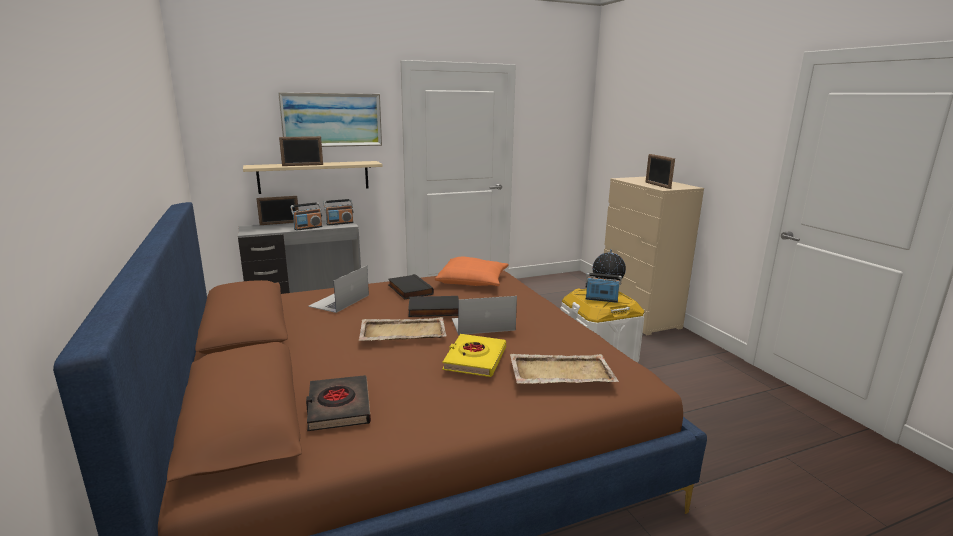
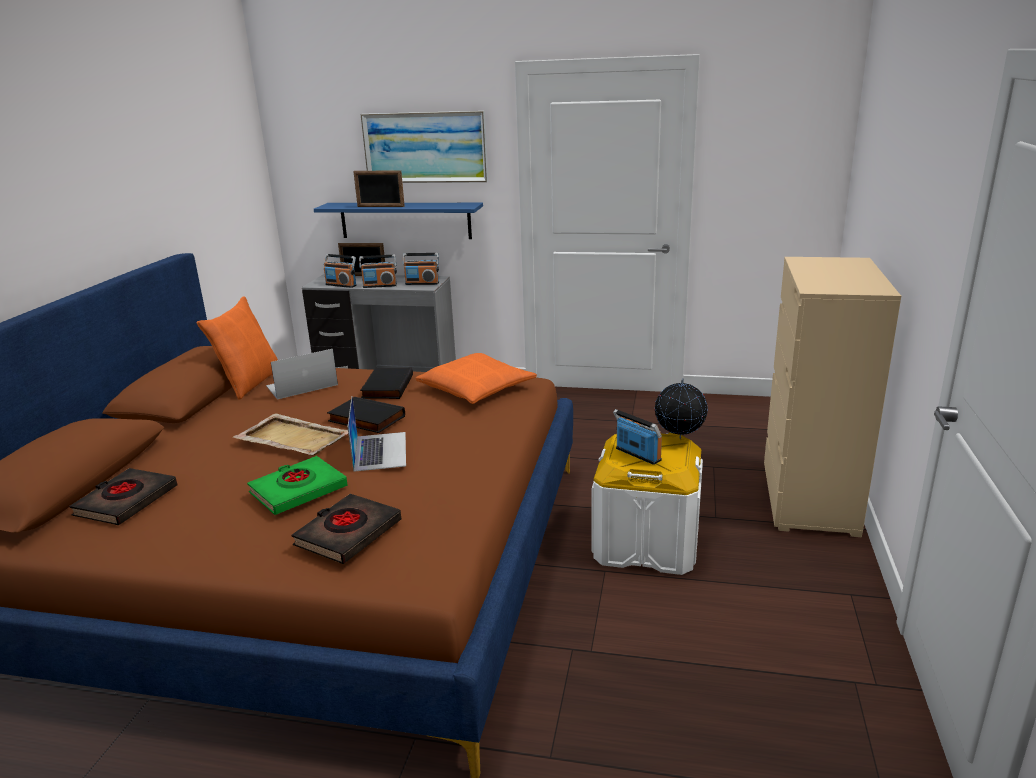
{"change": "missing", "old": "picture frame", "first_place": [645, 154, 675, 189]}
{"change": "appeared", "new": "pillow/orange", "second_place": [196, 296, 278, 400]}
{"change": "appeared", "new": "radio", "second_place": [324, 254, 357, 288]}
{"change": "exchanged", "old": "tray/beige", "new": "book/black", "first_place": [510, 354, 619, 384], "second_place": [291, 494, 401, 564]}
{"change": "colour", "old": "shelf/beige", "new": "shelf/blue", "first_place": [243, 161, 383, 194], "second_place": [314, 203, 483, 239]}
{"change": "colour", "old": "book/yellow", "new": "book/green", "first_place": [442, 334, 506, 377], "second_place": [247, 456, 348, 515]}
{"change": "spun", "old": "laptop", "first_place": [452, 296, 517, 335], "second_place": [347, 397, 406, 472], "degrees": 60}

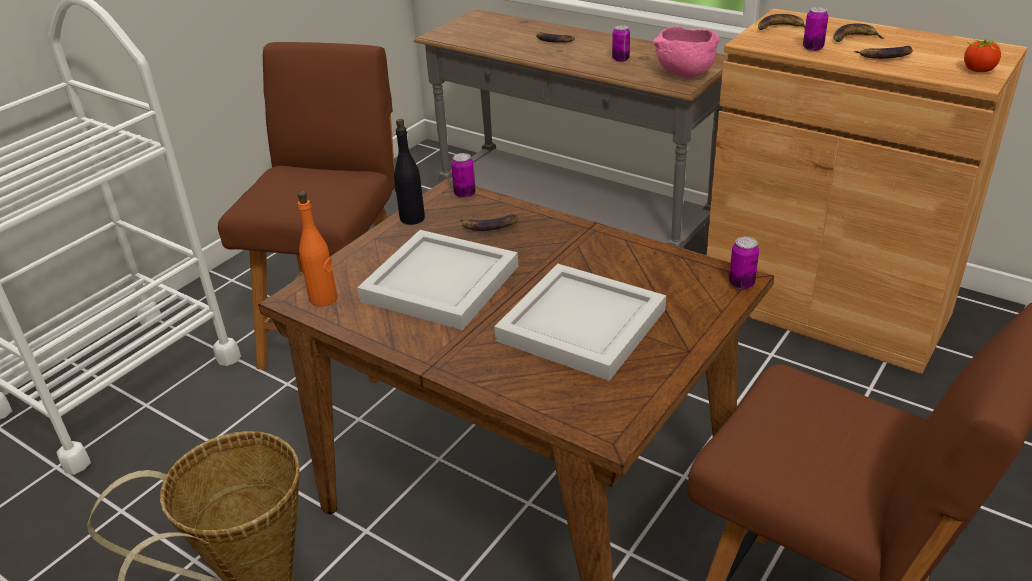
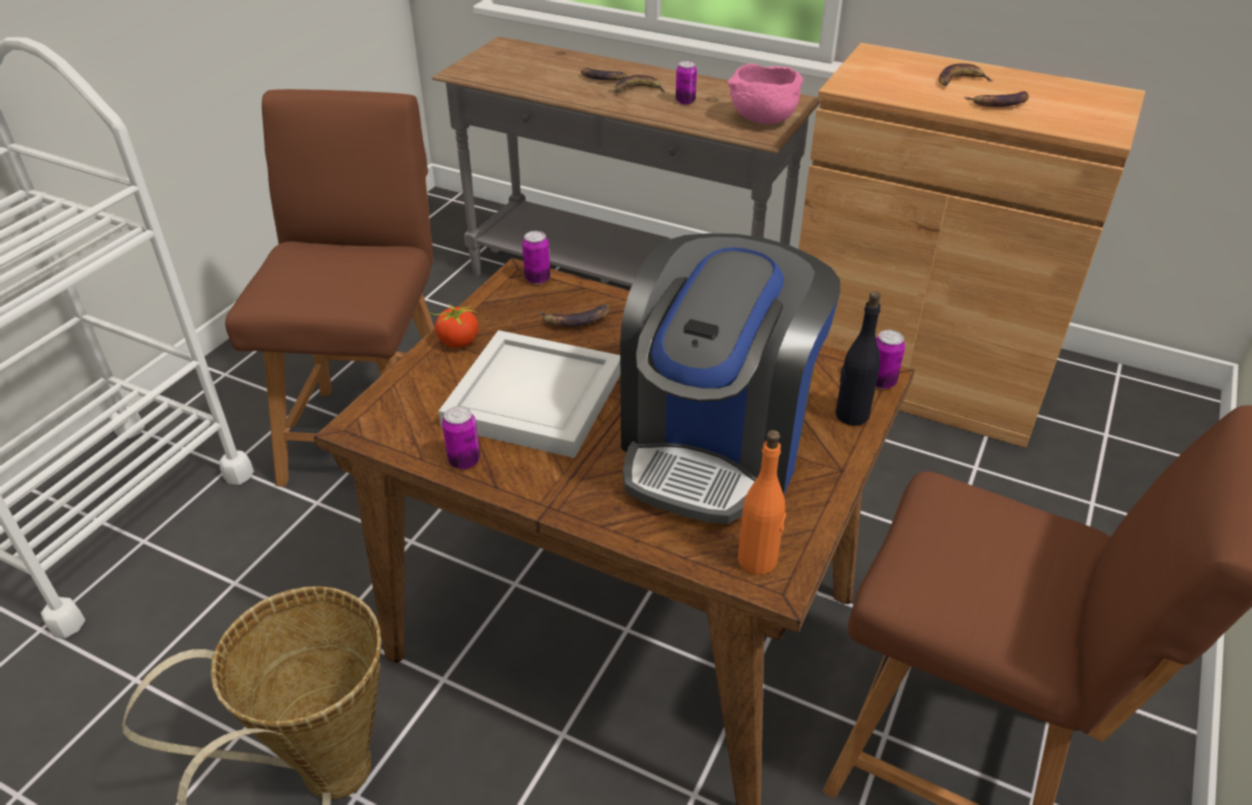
{"change": "relocated", "old": "bottle/orange", "first_place": [297, 191, 338, 307], "second_place": [738, 430, 786, 575]}
{"change": "relocated", "old": "bottle/black", "first_place": [394, 119, 425, 225], "second_place": [835, 291, 881, 426]}
{"change": "relocated", "old": "banana", "first_place": [758, 14, 805, 30], "second_place": [615, 75, 666, 93]}
{"change": "relocated", "old": "can", "first_place": [803, 7, 829, 51], "second_place": [442, 406, 480, 469]}
{"change": "relocated", "old": "tomato", "first_place": [964, 39, 1001, 72], "second_place": [430, 304, 478, 348]}
{"change": "exchanged", "old": "tray/white", "new": "coffee machine", "first_place": [494, 264, 666, 381], "second_place": [620, 233, 840, 524]}

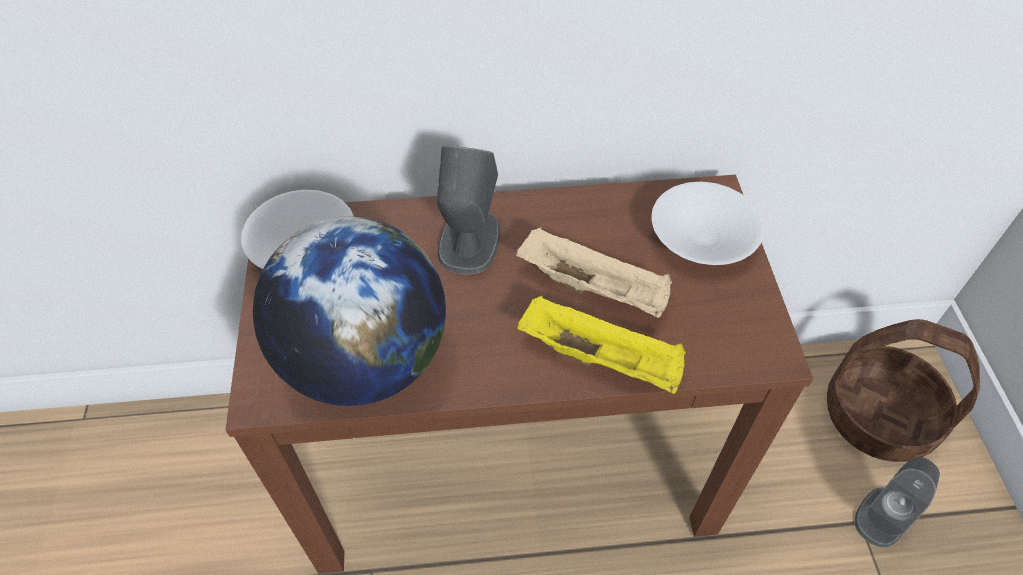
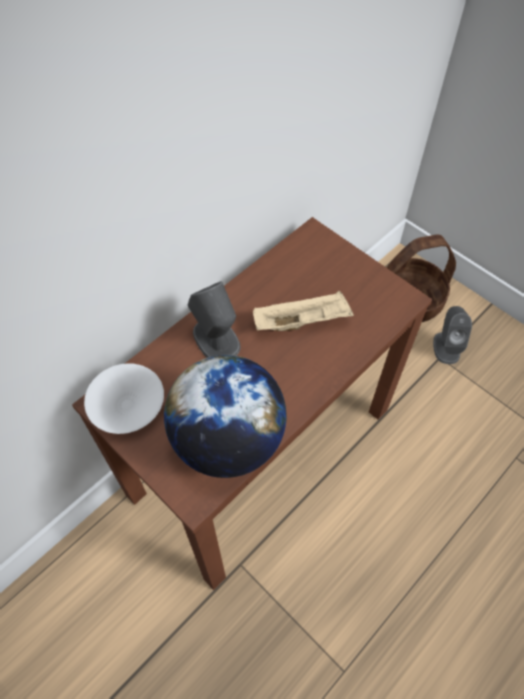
{"change": "missing", "old": "tray/yellow", "first_place": [517, 296, 686, 394]}
{"change": "missing", "old": "bowl/white", "first_place": [651, 182, 764, 265]}

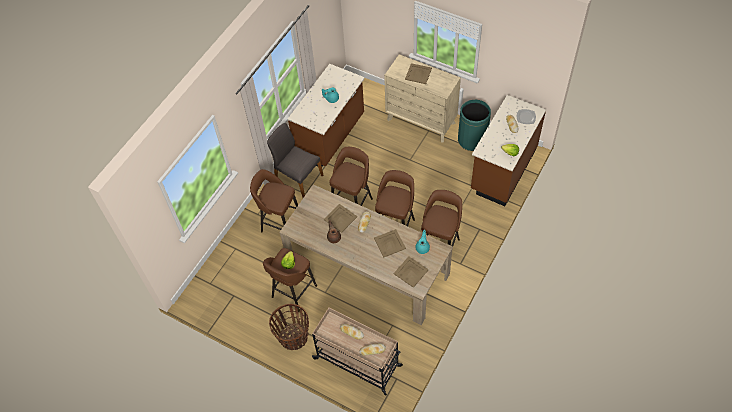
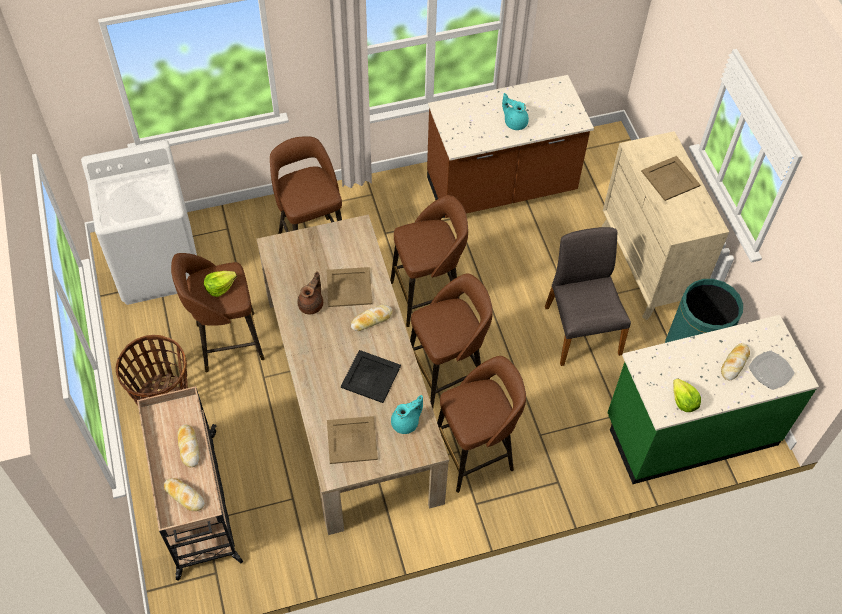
{"change": "appeared", "new": "washing machine/white", "second_place": [81, 140, 197, 305]}
{"change": "relocated", "old": "chair/grey", "first_place": [267, 123, 323, 198], "second_place": [545, 227, 631, 366]}
{"change": "colour", "old": "tray/beige", "new": "tray/black", "first_place": [374, 229, 406, 257], "second_place": [341, 350, 401, 403]}
{"change": "colour", "old": "counter/brown", "new": "counter/green", "first_place": [471, 95, 546, 206], "second_place": [607, 315, 819, 484]}

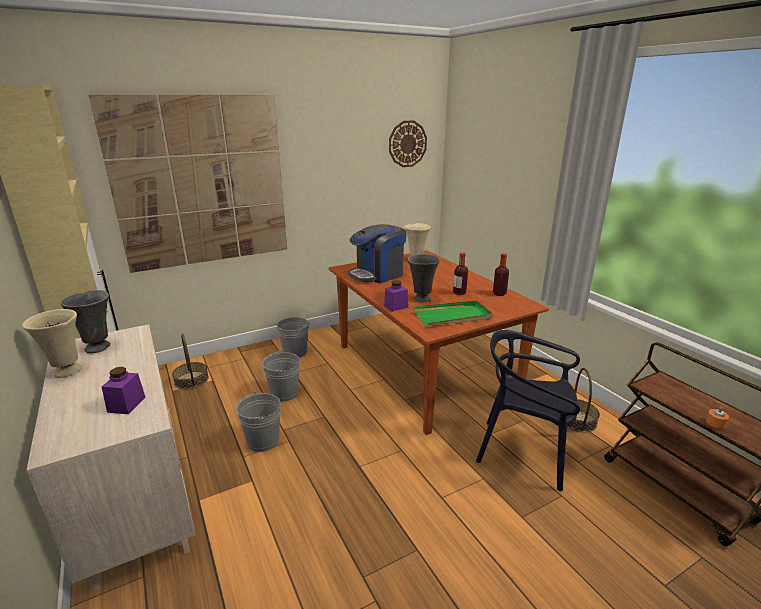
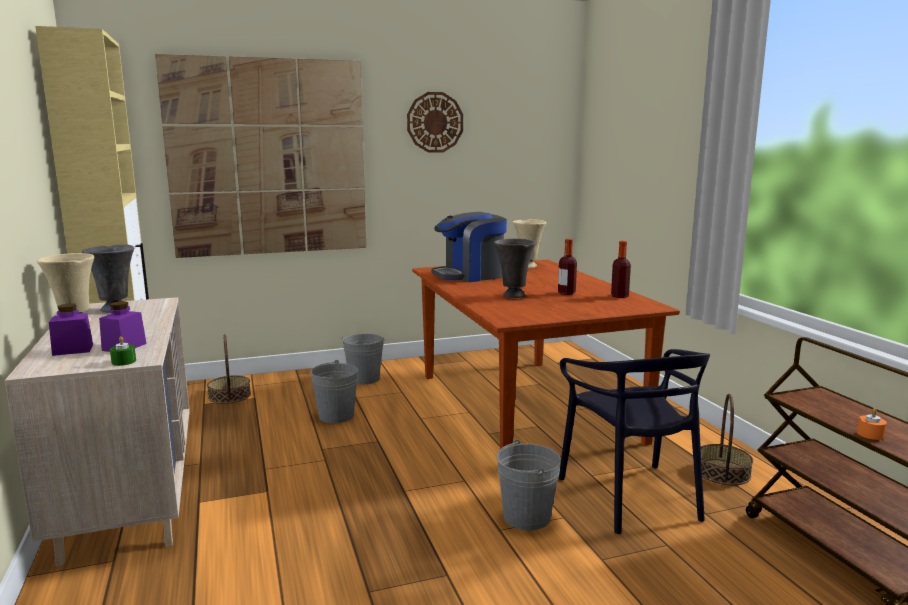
{"change": "missing", "old": "tray/green", "first_place": [414, 300, 493, 326]}
{"change": "appeared", "new": "candle/green", "second_place": [110, 336, 136, 366]}
{"change": "relocated", "old": "bucket/grey", "first_place": [236, 391, 281, 452], "second_place": [497, 439, 561, 530]}
{"change": "relocated", "old": "jar/purple", "first_place": [384, 280, 408, 312], "second_place": [49, 304, 93, 356]}
{"change": "relocated", "old": "wall clock", "first_place": [389, 120, 427, 167], "second_place": [407, 92, 463, 153]}
{"change": "spun", "old": "chair/black", "first_place": [476, 330, 580, 491], "second_place": [559, 349, 710, 534], "degrees": -135}

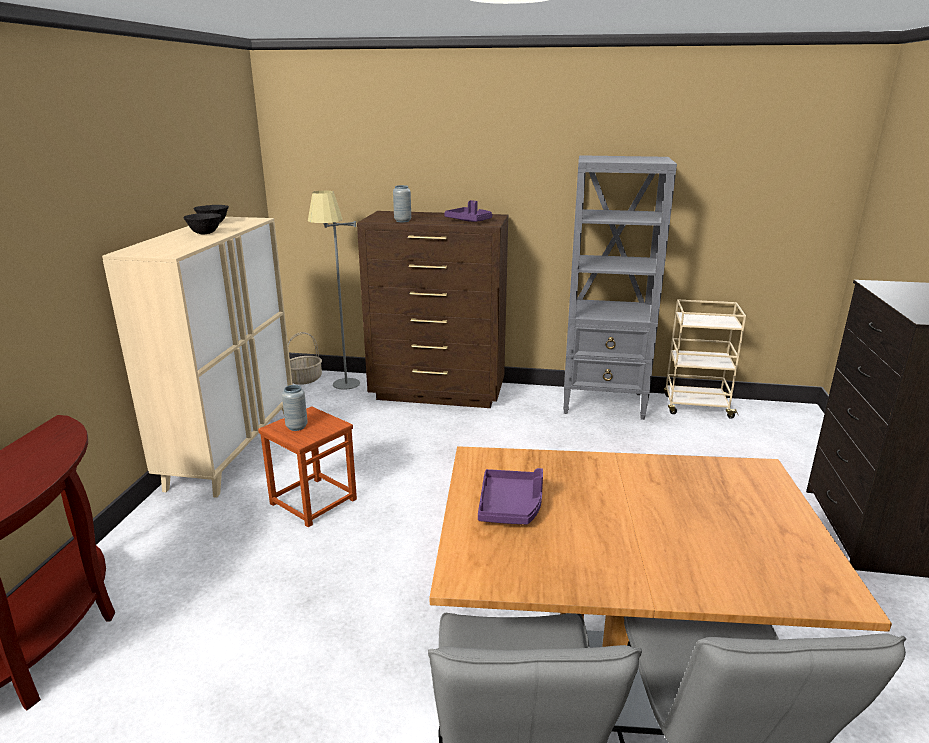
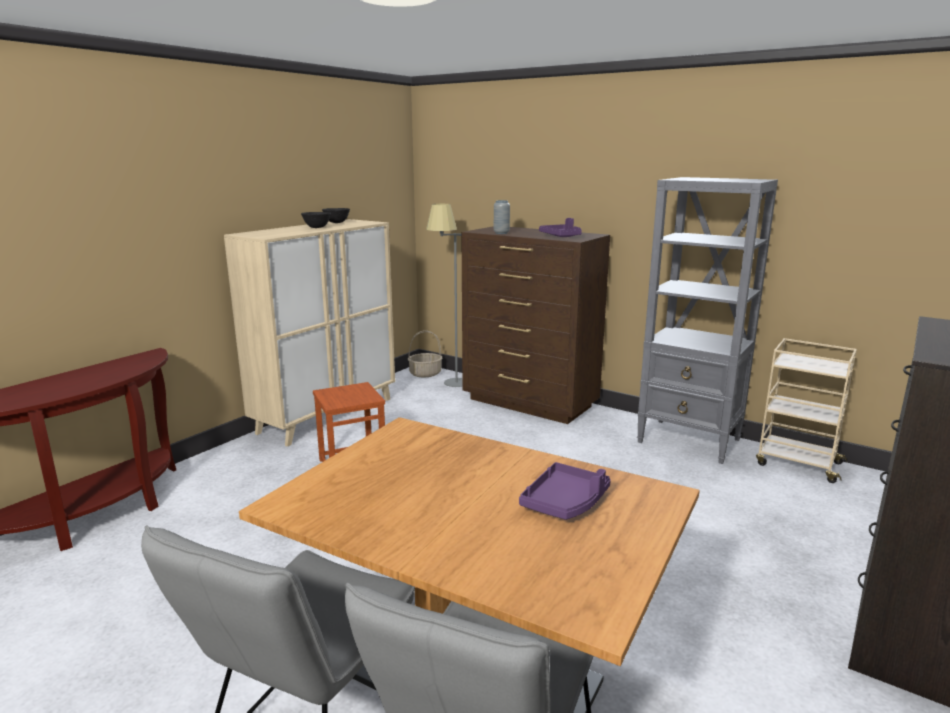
{"change": "missing", "old": "vase/grey", "first_place": [282, 385, 308, 431]}
{"change": "relocated", "old": "tray/purple", "first_place": [478, 468, 543, 524], "second_place": [519, 462, 611, 520]}

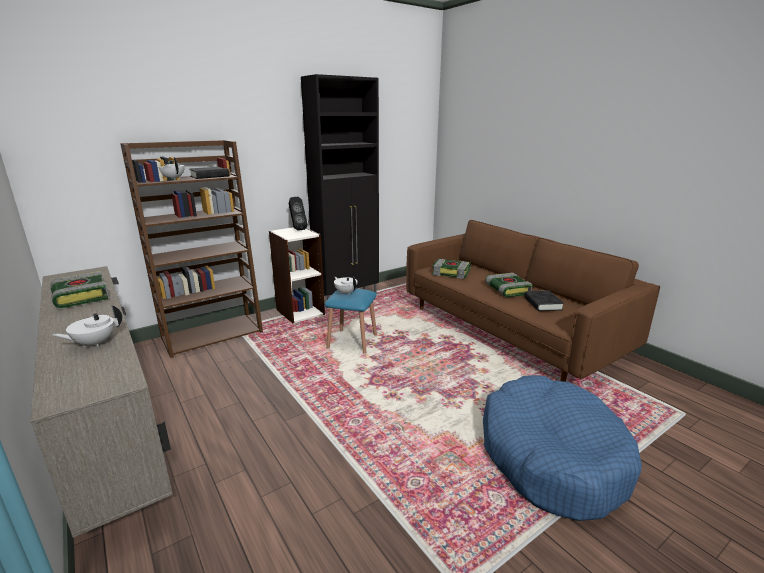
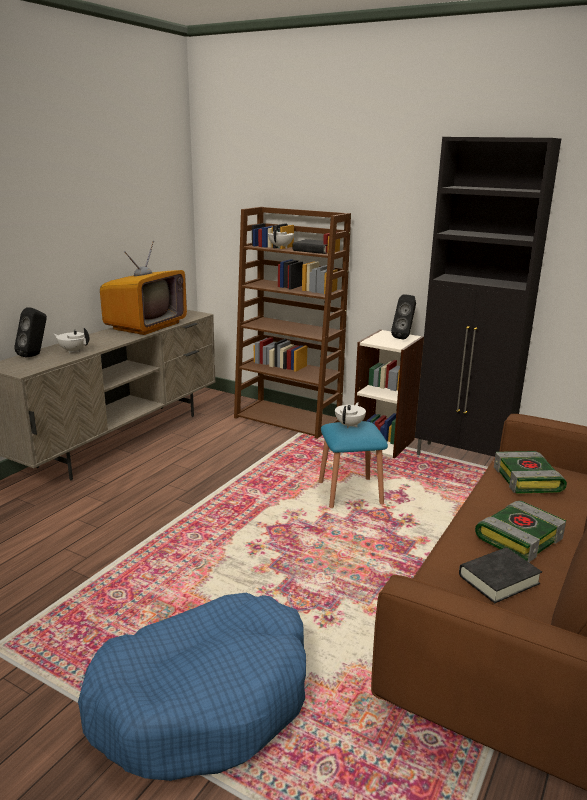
{"change": "appeared", "new": "speaker/black", "second_place": [14, 307, 47, 358]}
{"change": "exchanged", "old": "book", "new": "television", "first_place": [50, 271, 109, 308], "second_place": [100, 241, 187, 335]}

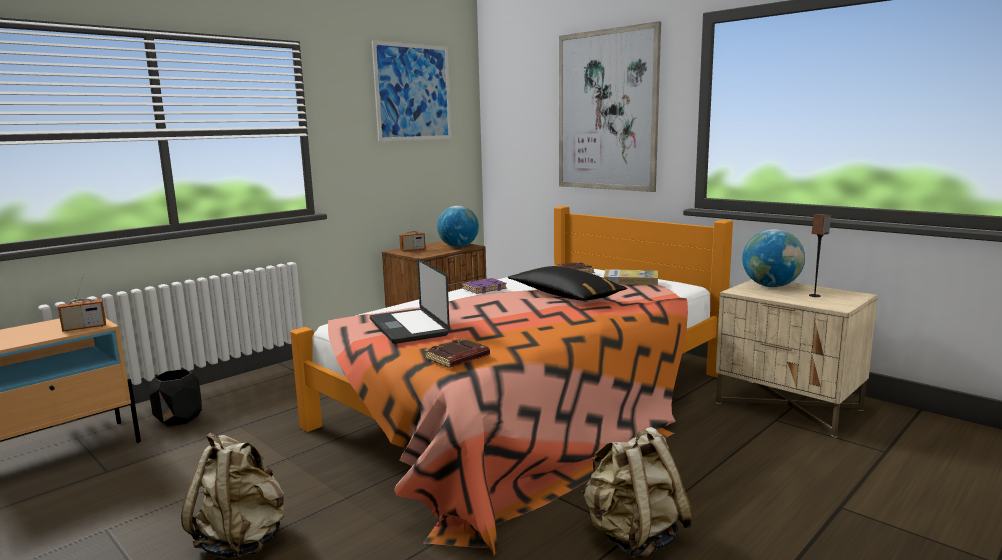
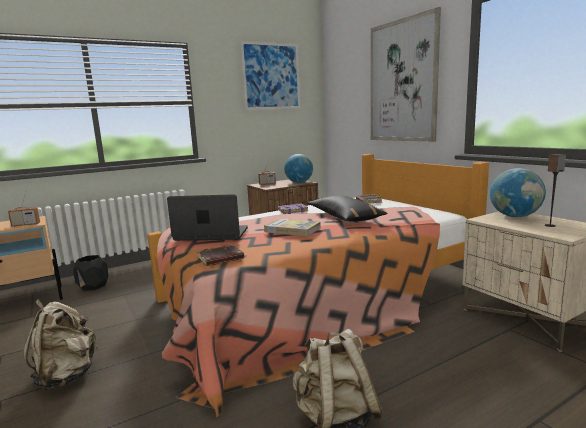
{"change": "relocated", "old": "book", "first_place": [603, 269, 658, 285], "second_place": [264, 218, 321, 236]}
{"change": "spun", "old": "laptop", "first_place": [370, 258, 450, 344], "second_place": [167, 194, 248, 241], "degrees": 105}

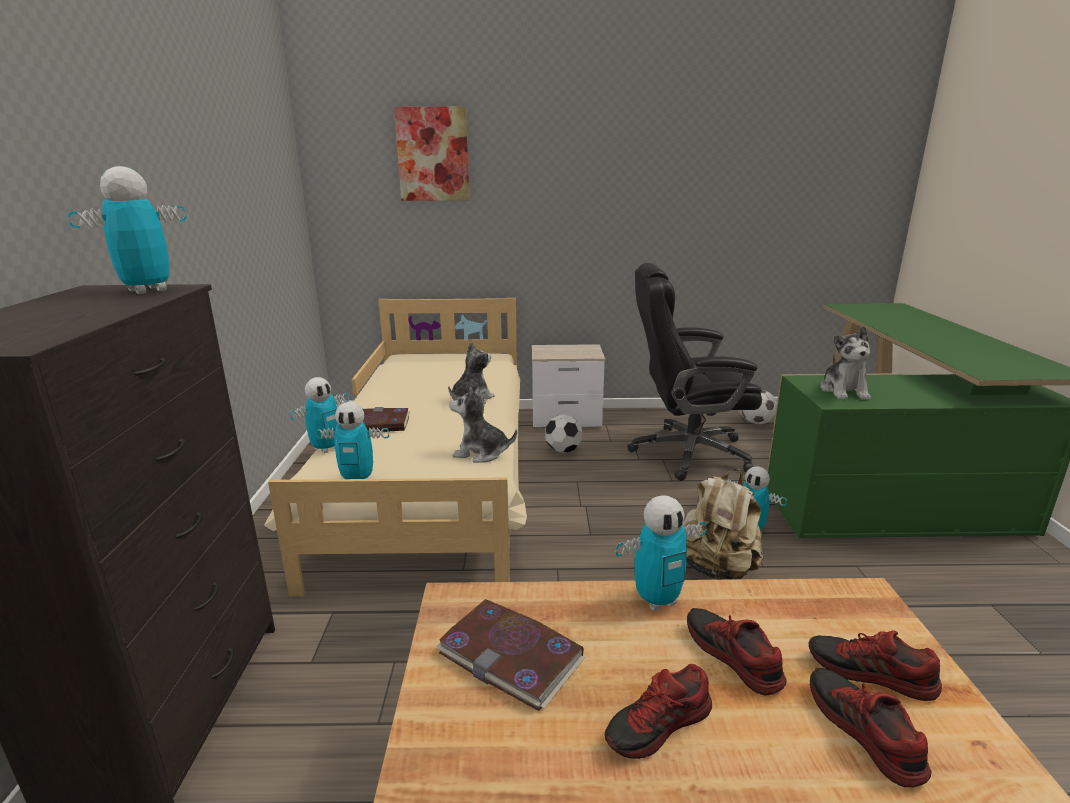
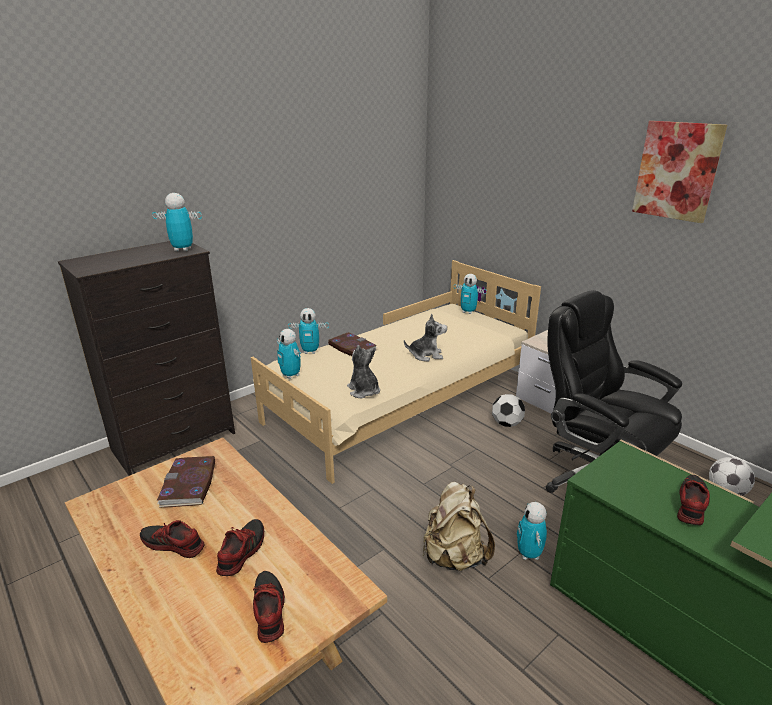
{"change": "missing", "old": "plush toy", "first_place": [821, 326, 871, 399]}
{"change": "relocated", "old": "picture", "first_place": [394, 107, 470, 201], "second_place": [632, 121, 727, 223]}
{"change": "relocated", "old": "toy robot", "first_place": [616, 495, 706, 611], "second_place": [454, 274, 487, 314]}
{"change": "relocated", "old": "shoe", "first_place": [810, 667, 931, 788], "second_place": [677, 475, 710, 525]}

